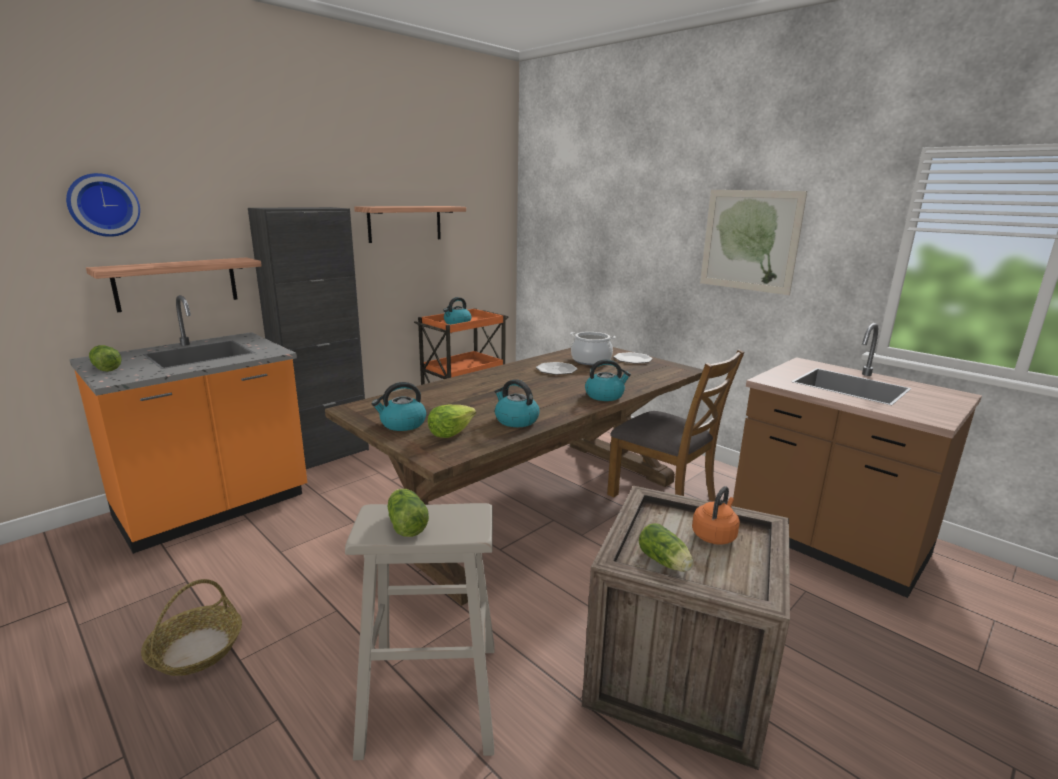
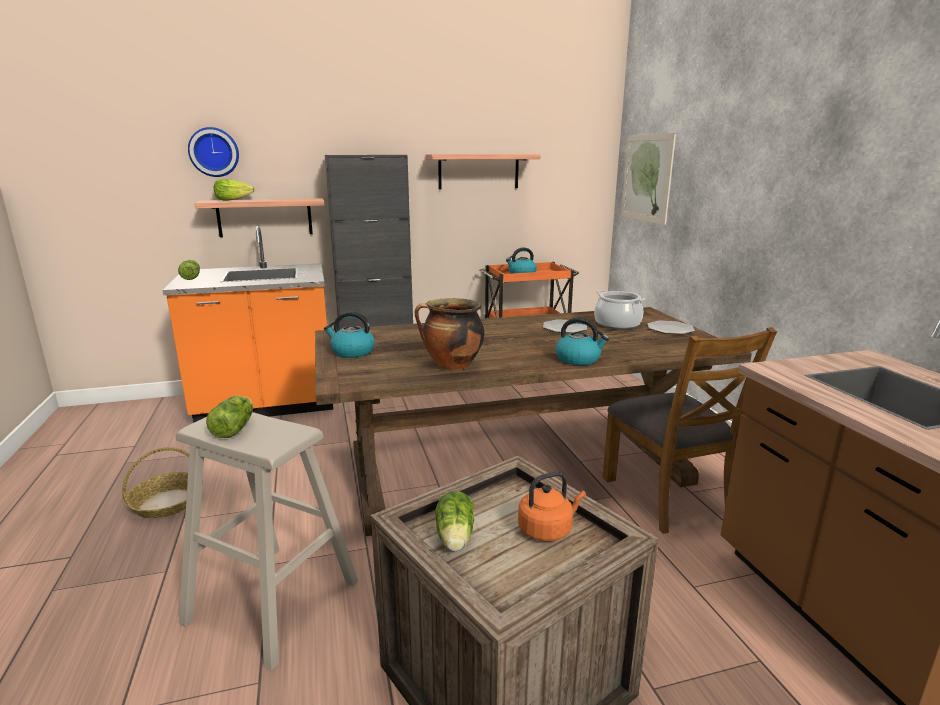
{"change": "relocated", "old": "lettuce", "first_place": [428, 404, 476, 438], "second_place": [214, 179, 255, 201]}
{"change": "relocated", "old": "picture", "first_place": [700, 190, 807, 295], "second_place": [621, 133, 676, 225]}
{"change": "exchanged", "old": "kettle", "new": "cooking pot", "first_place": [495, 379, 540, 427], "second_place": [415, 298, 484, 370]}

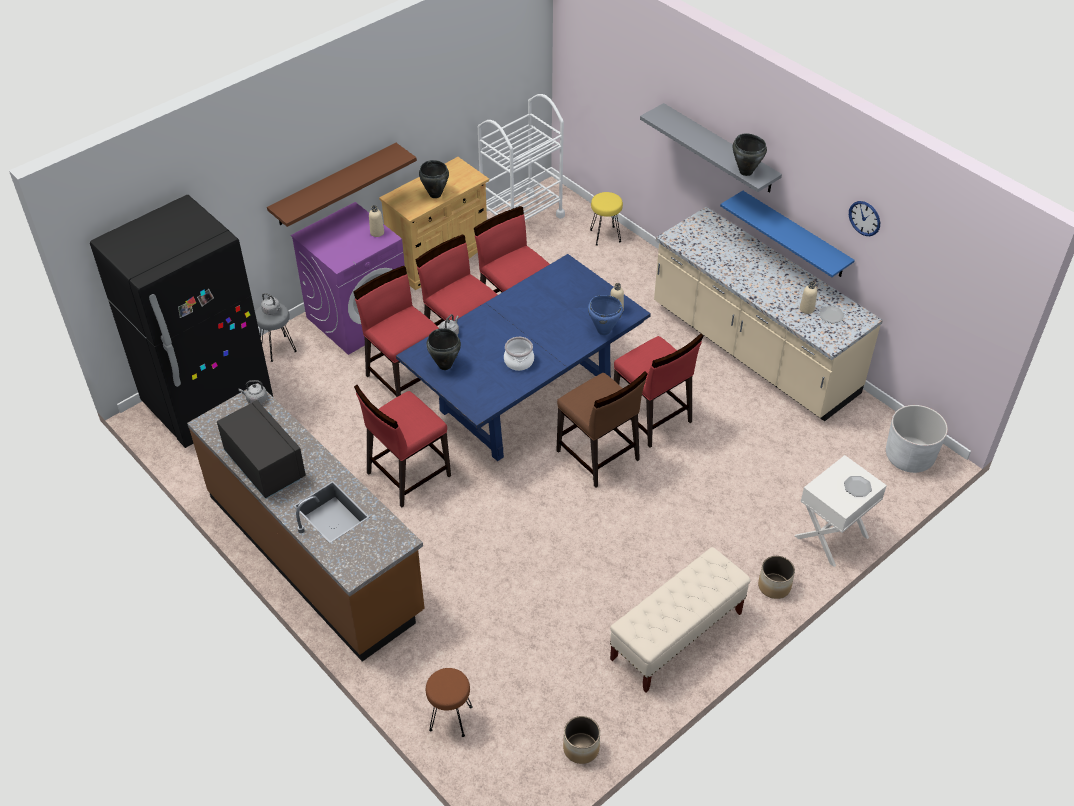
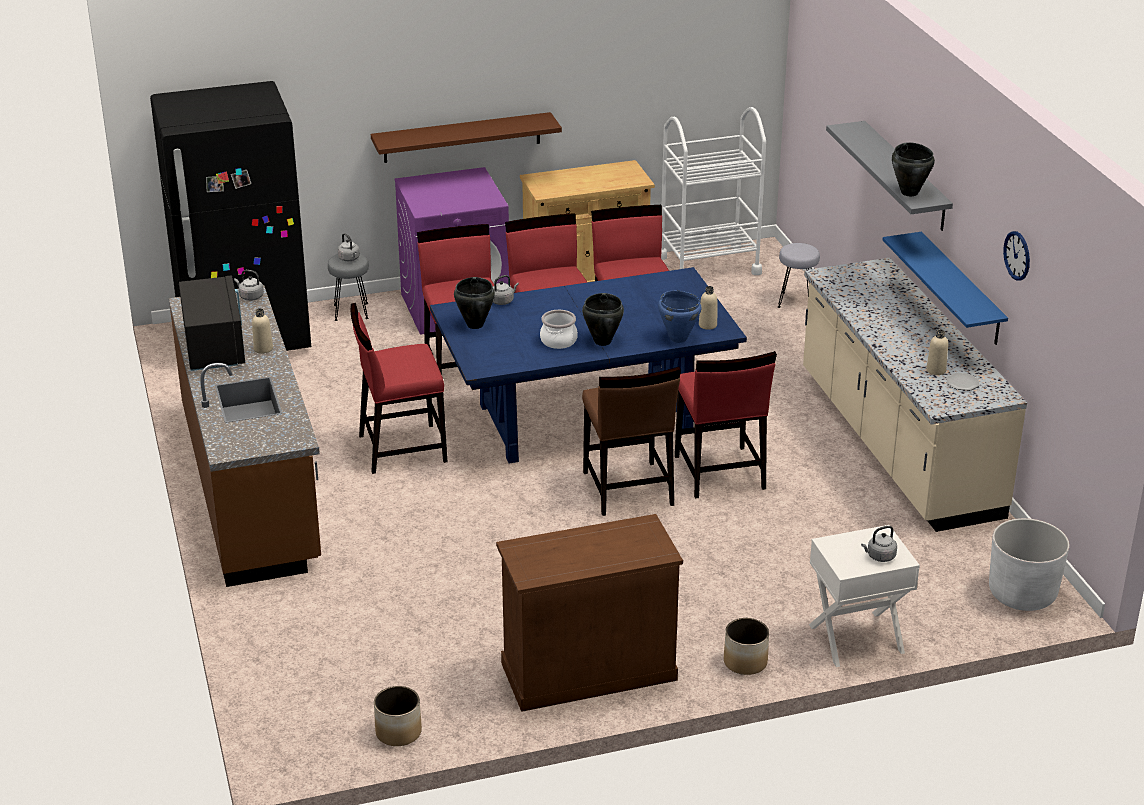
{"change": "missing", "old": "stool/brown", "first_place": [426, 668, 473, 737]}
{"change": "relocated", "old": "bottle/beige", "first_place": [369, 205, 384, 237], "second_place": [252, 308, 273, 354]}
{"change": "relocated", "old": "cooking pot/black", "first_place": [419, 160, 449, 198], "second_place": [582, 293, 624, 346]}
{"change": "exchanged", "old": "bench/beige", "new": "cabinet/brown", "first_place": [610, 547, 750, 692], "second_place": [496, 514, 683, 712]}
{"change": "exchanged", "old": "plate", "new": "kettle/grey", "first_place": [844, 476, 872, 497], "second_place": [861, 526, 897, 562]}
{"change": "colour", "old": "stool/yellow", "new": "stool/grey", "first_place": [590, 192, 623, 246], "second_place": [778, 243, 820, 308]}

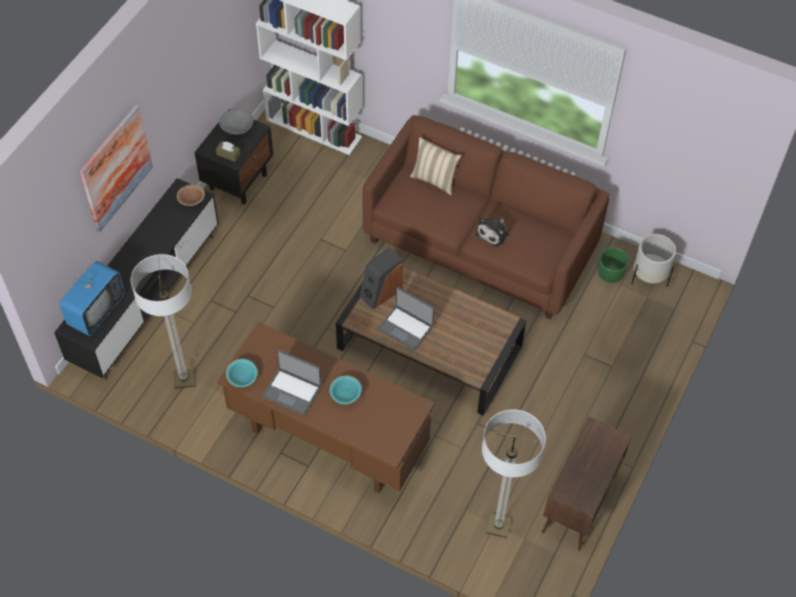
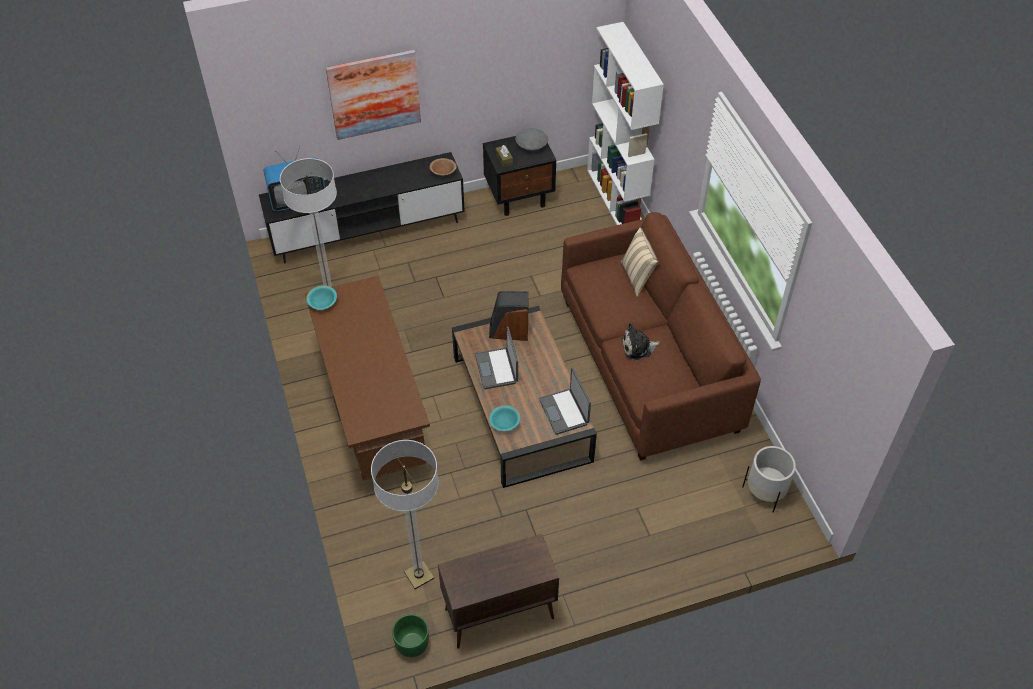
{"change": "relocated", "old": "laptop", "first_place": [262, 349, 322, 415], "second_place": [539, 368, 591, 435]}
{"change": "relocated", "old": "bowl/turquoise", "first_place": [329, 375, 362, 404], "second_place": [489, 405, 521, 431]}
{"change": "relocated", "old": "planter/green", "first_place": [598, 248, 629, 283], "second_place": [392, 614, 429, 658]}

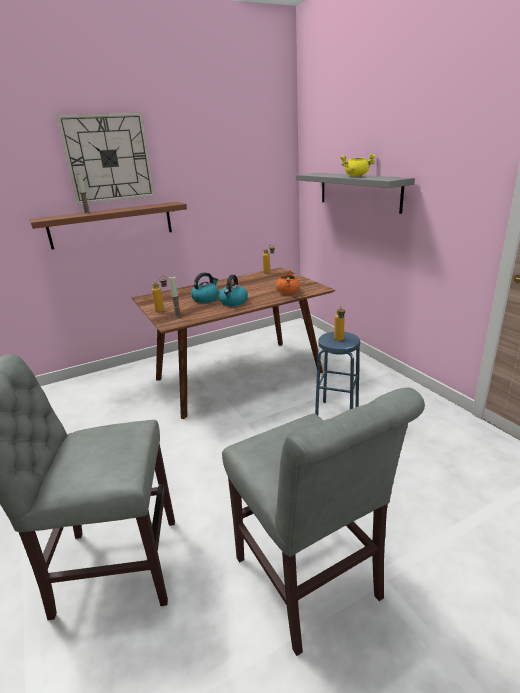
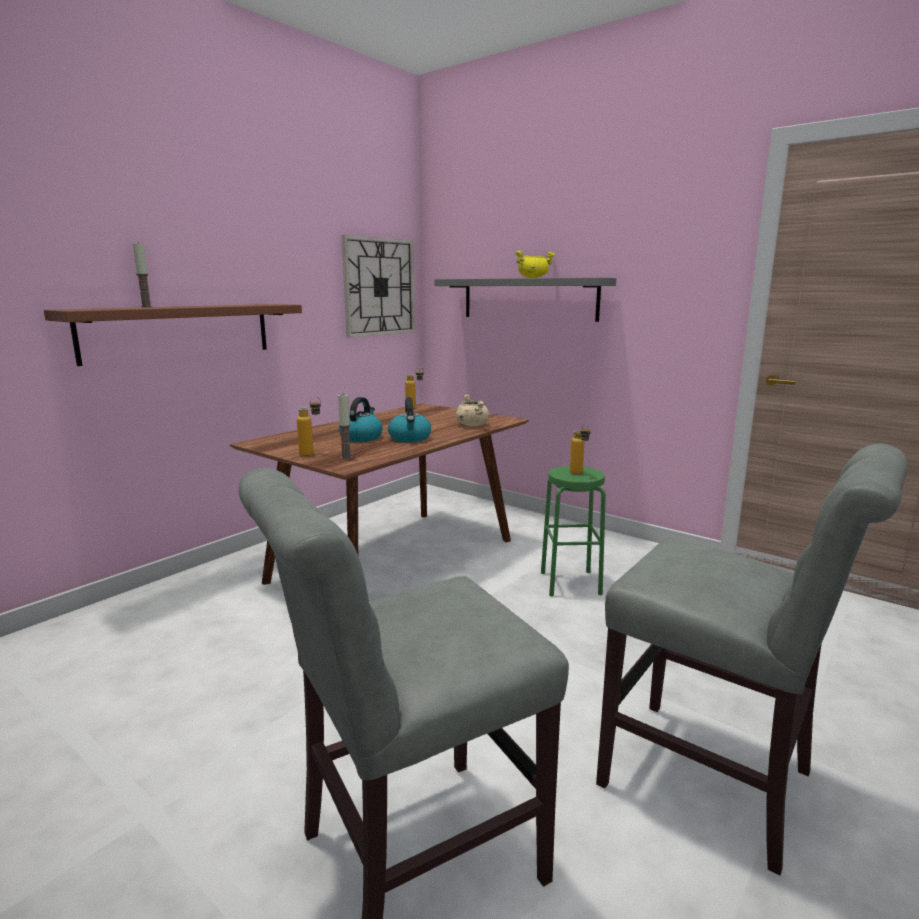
{"change": "relocated", "old": "wall clock", "first_place": [56, 112, 155, 205], "second_place": [342, 235, 415, 338]}
{"change": "colour", "old": "cooking pot/orange", "new": "cooking pot/beige", "first_place": [276, 269, 300, 294], "second_place": [456, 394, 489, 426]}
{"change": "colour", "old": "stool/blue", "new": "stool/green", "first_place": [315, 332, 360, 415], "second_place": [541, 466, 606, 596]}

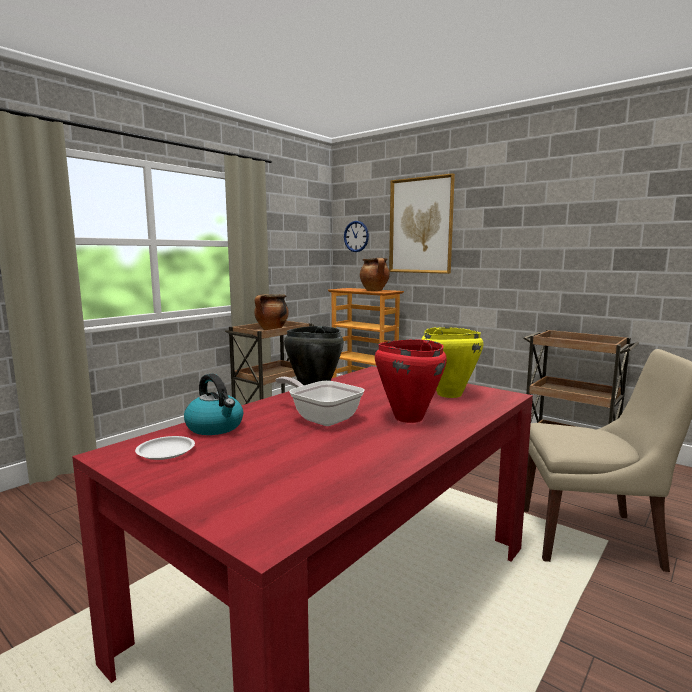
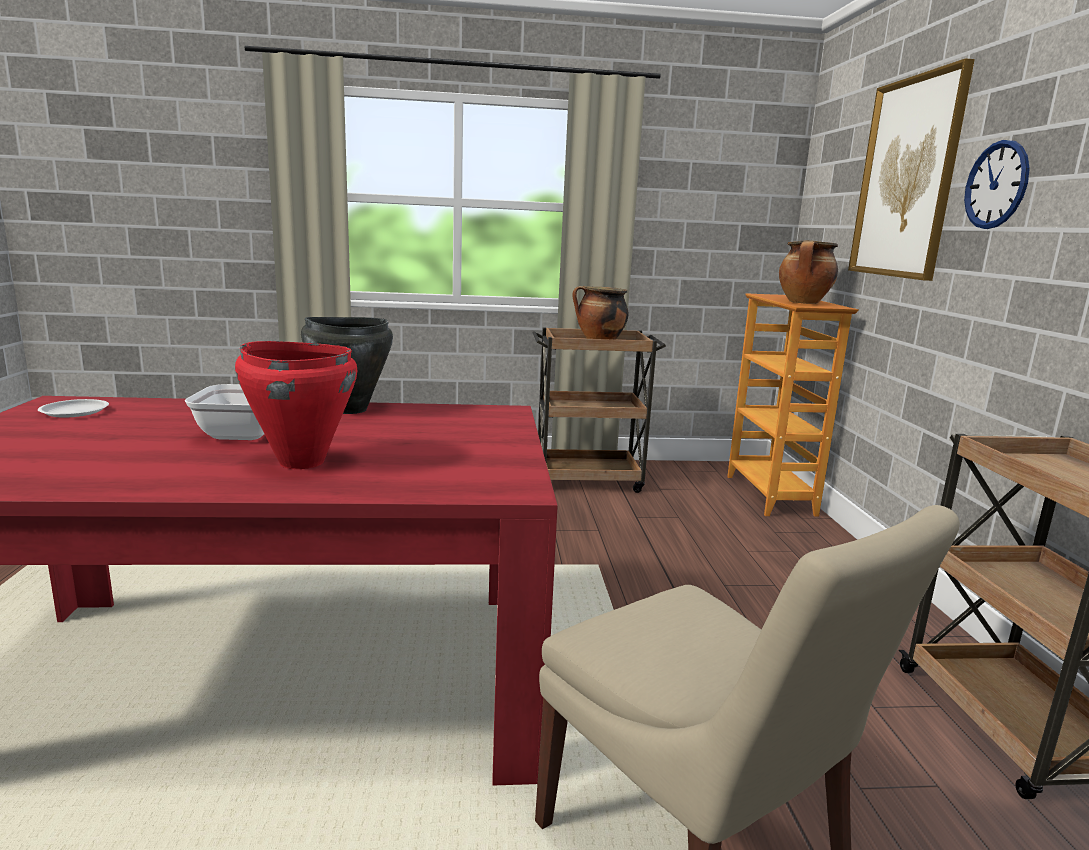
{"change": "missing", "old": "kettle", "first_place": [184, 374, 243, 435]}
{"change": "missing", "old": "cooking pot/yellow", "first_place": [421, 327, 483, 398]}
{"change": "relocated", "old": "wall clock", "first_place": [344, 221, 369, 252], "second_place": [964, 140, 1030, 229]}

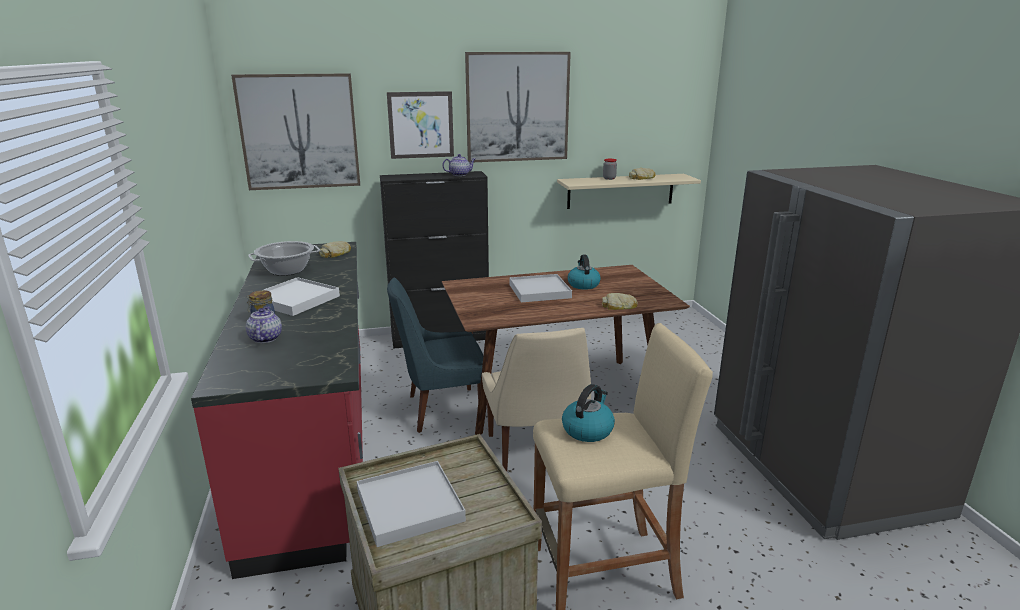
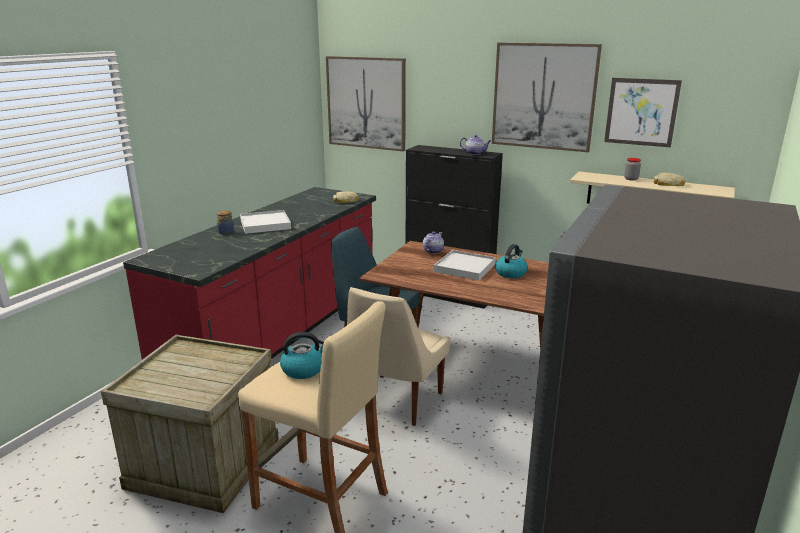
{"change": "missing", "old": "cooking pot", "first_place": [248, 241, 320, 276]}
{"change": "missing", "old": "tray/white", "first_place": [357, 461, 466, 547]}
{"change": "missing", "old": "bread", "first_place": [602, 293, 638, 310]}
{"change": "relocated", "old": "teapot", "first_place": [246, 306, 282, 343], "second_place": [423, 231, 444, 254]}
{"change": "relocated", "old": "picture", "first_place": [387, 91, 454, 159], "second_place": [604, 78, 682, 148]}

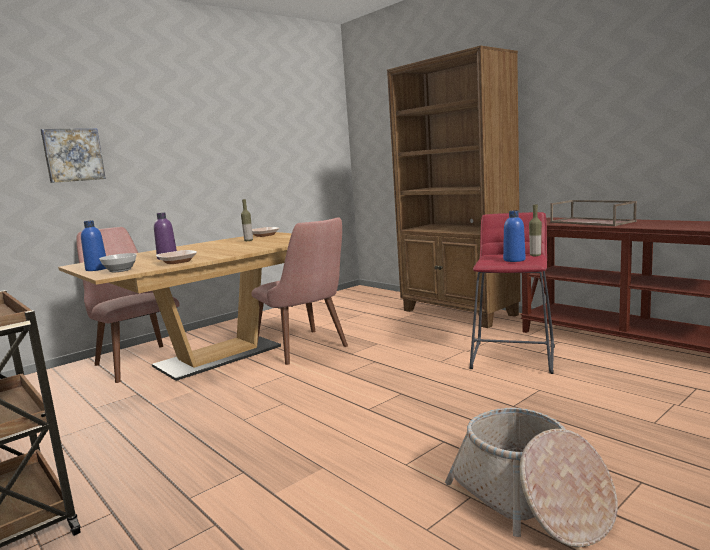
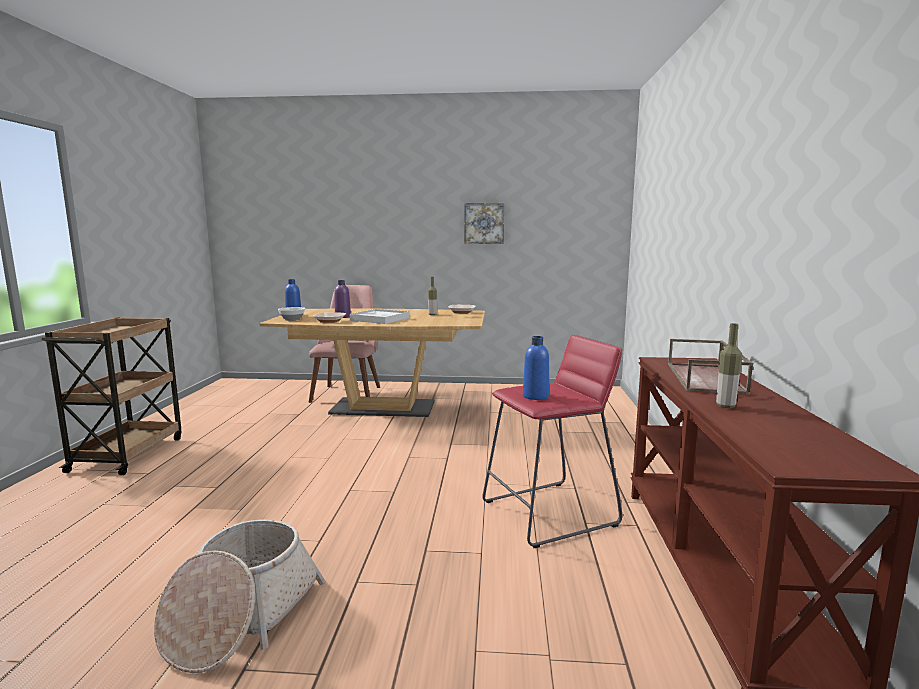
{"change": "missing", "old": "chair/pink", "first_place": [251, 217, 348, 365]}
{"change": "missing", "old": "bookcase/brown", "first_place": [387, 46, 520, 328]}
{"change": "appeared", "new": "tray/white", "second_place": [349, 309, 410, 324]}
{"change": "relocated", "old": "picture", "first_place": [41, 128, 106, 183], "second_place": [465, 203, 504, 244]}
{"change": "relocated", "old": "bottle", "first_place": [529, 204, 542, 256], "second_place": [716, 323, 742, 408]}

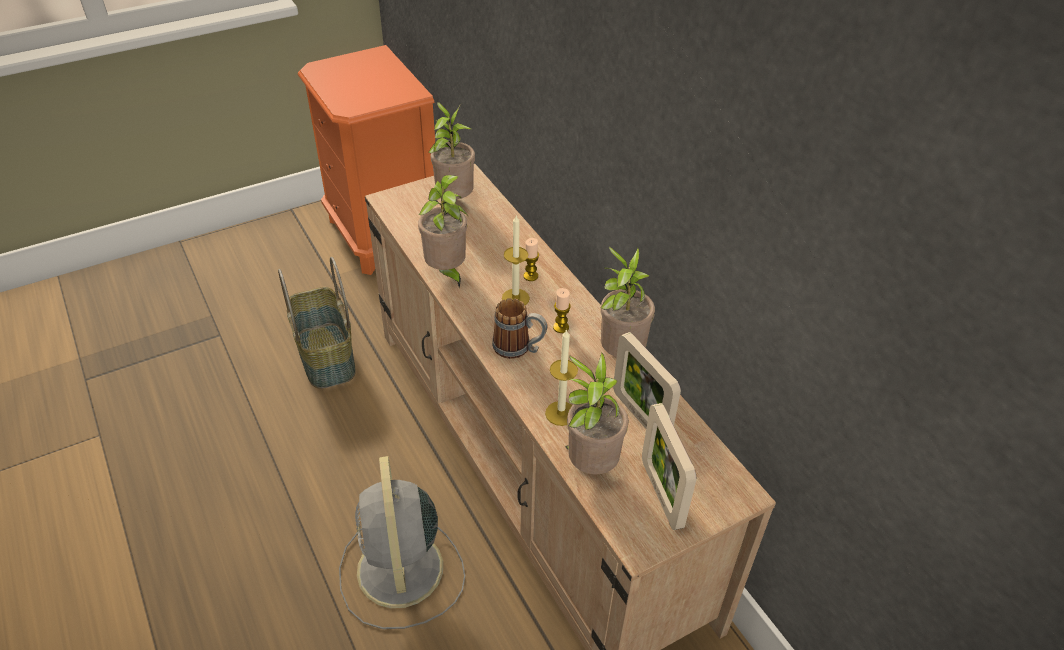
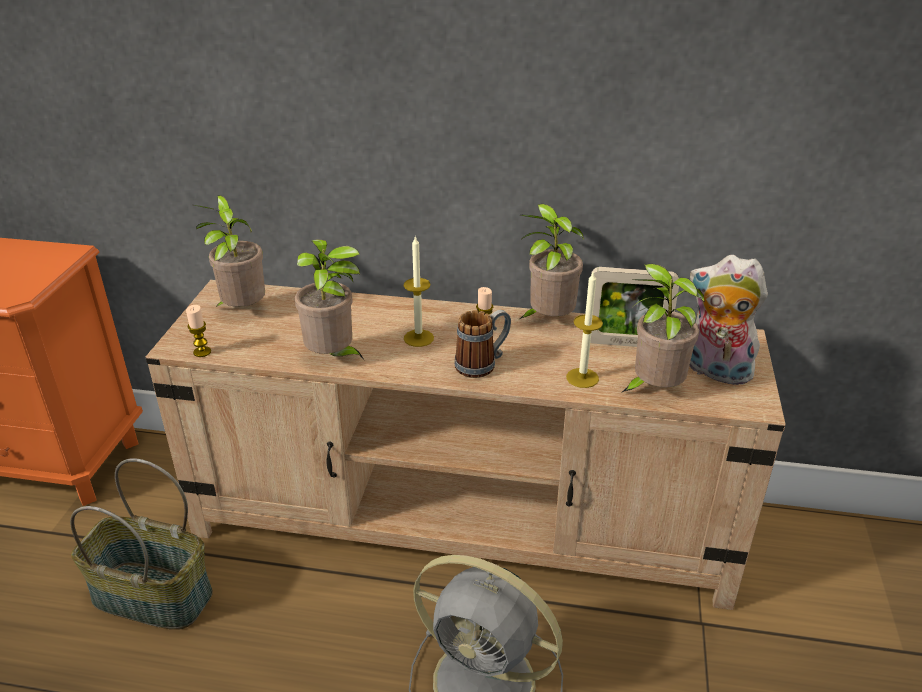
{"change": "relocated", "old": "candle", "first_place": [524, 238, 539, 281], "second_place": [186, 305, 211, 357]}
{"change": "exchanged", "old": "picture frame", "new": "plush toy", "first_place": [642, 403, 696, 530], "second_place": [689, 255, 768, 385]}

